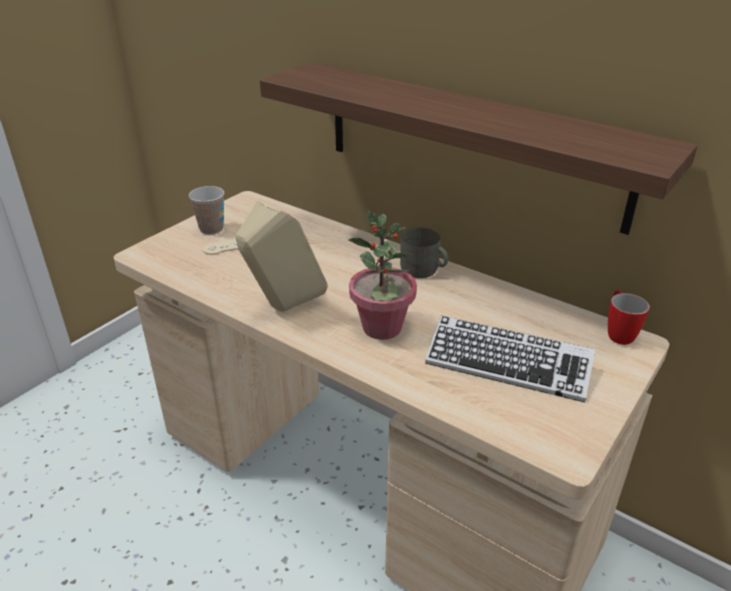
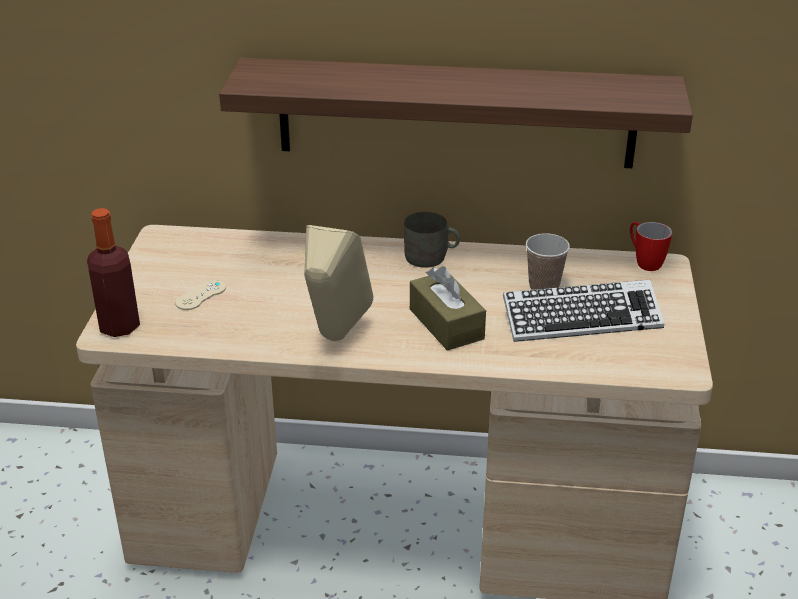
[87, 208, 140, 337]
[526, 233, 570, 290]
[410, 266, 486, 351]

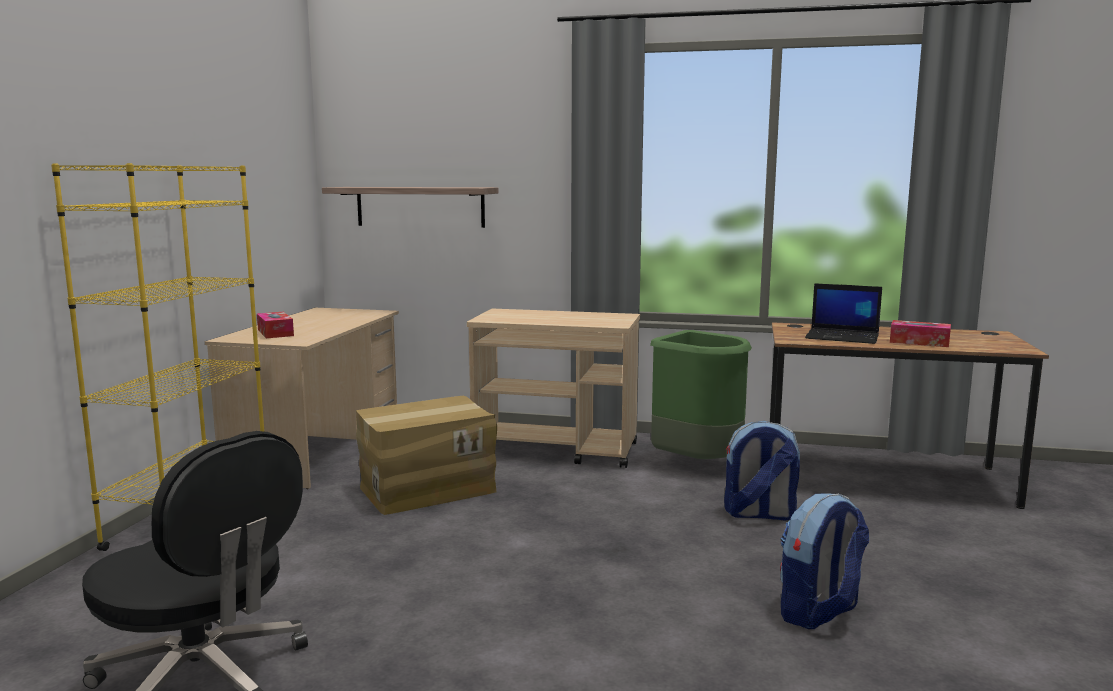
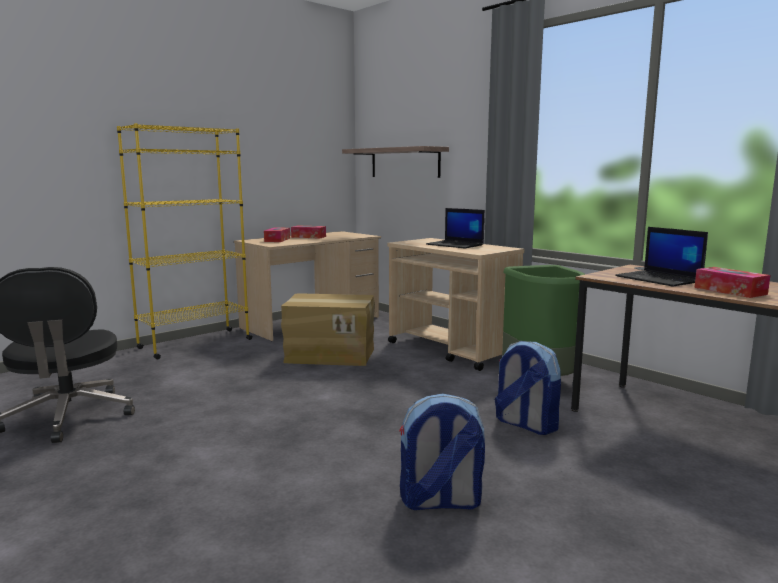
[291, 225, 326, 238]
[426, 208, 485, 249]

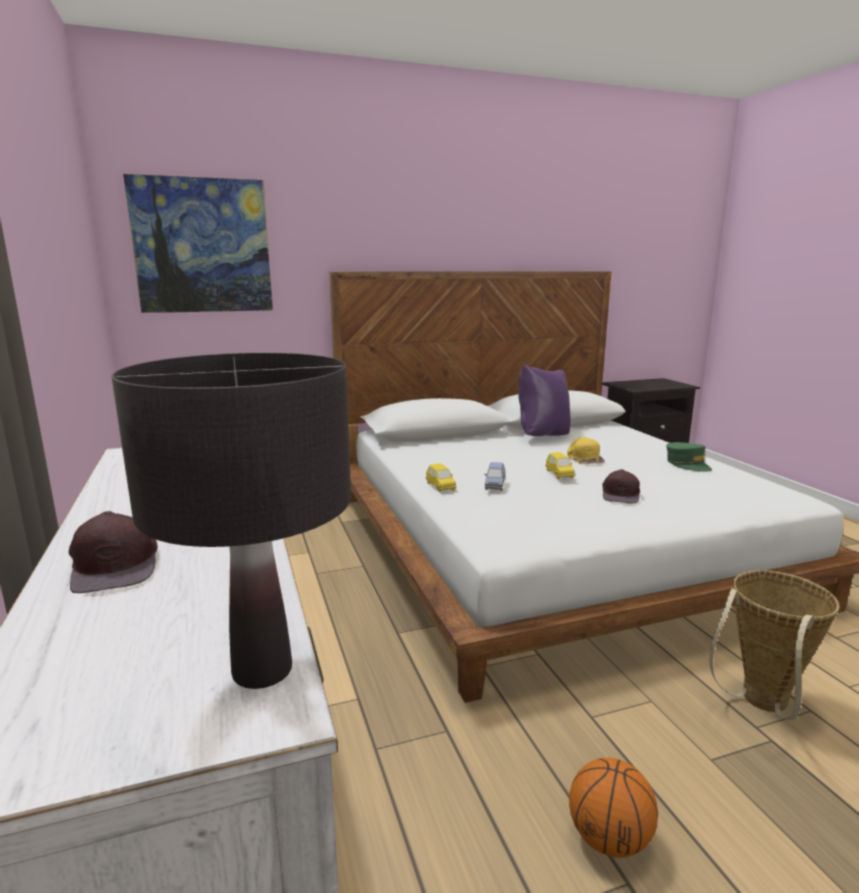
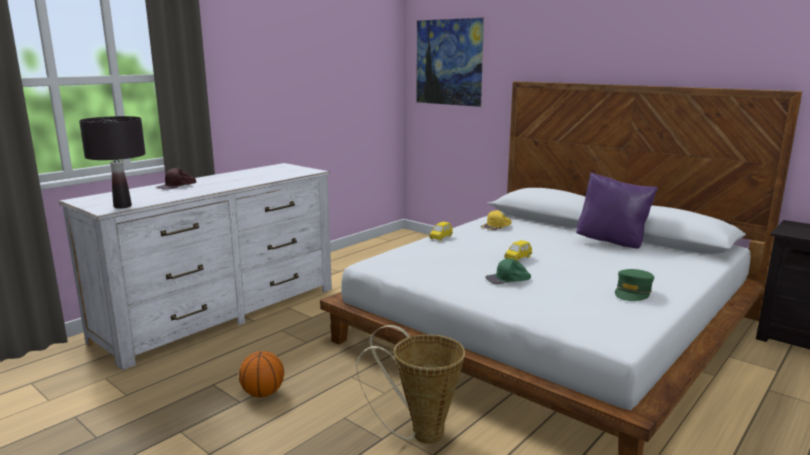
[484, 462, 505, 491] (first image)
[481, 210, 512, 230]
[485, 259, 531, 284]

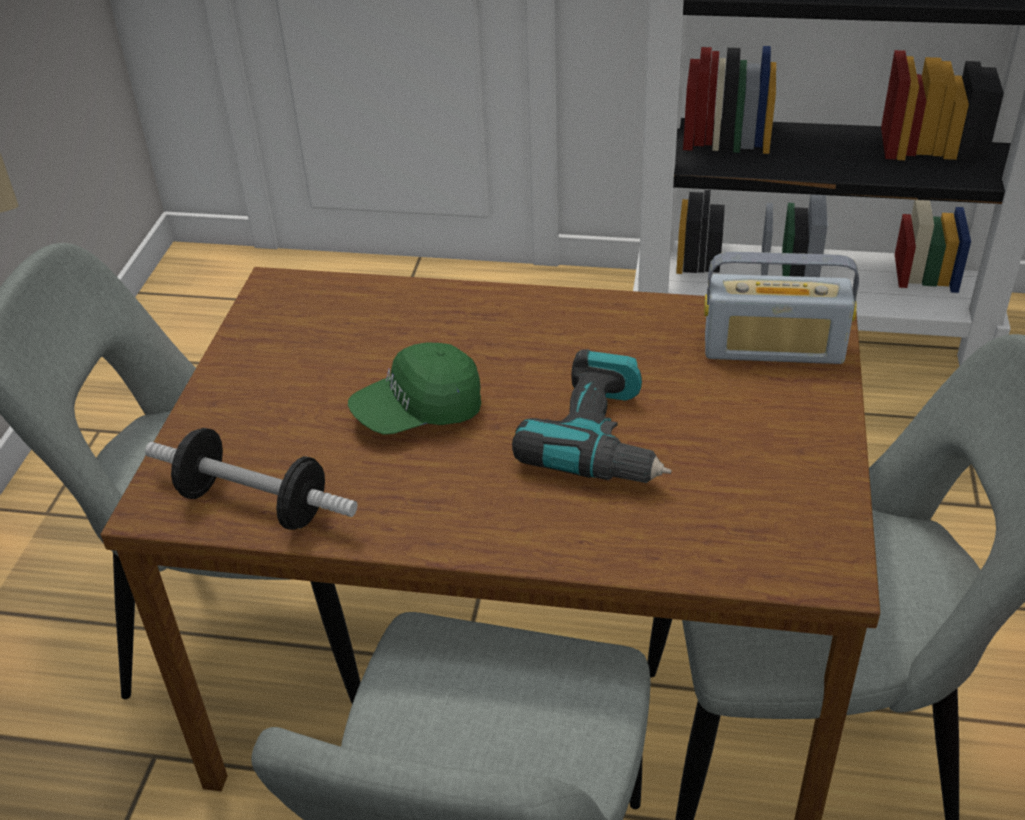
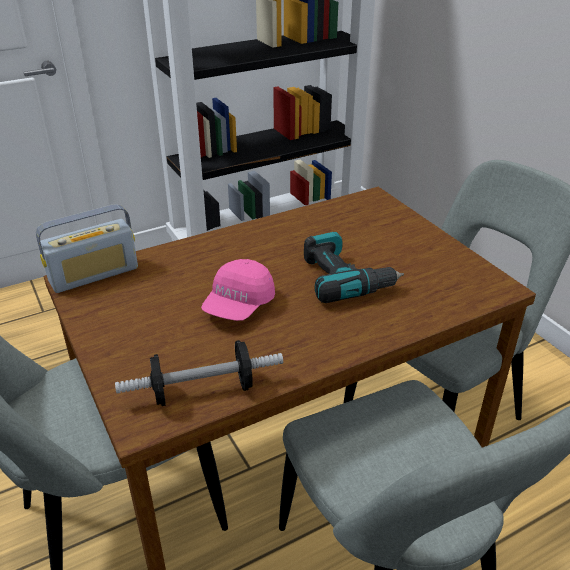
[36, 204, 138, 293]
[201, 259, 275, 321]

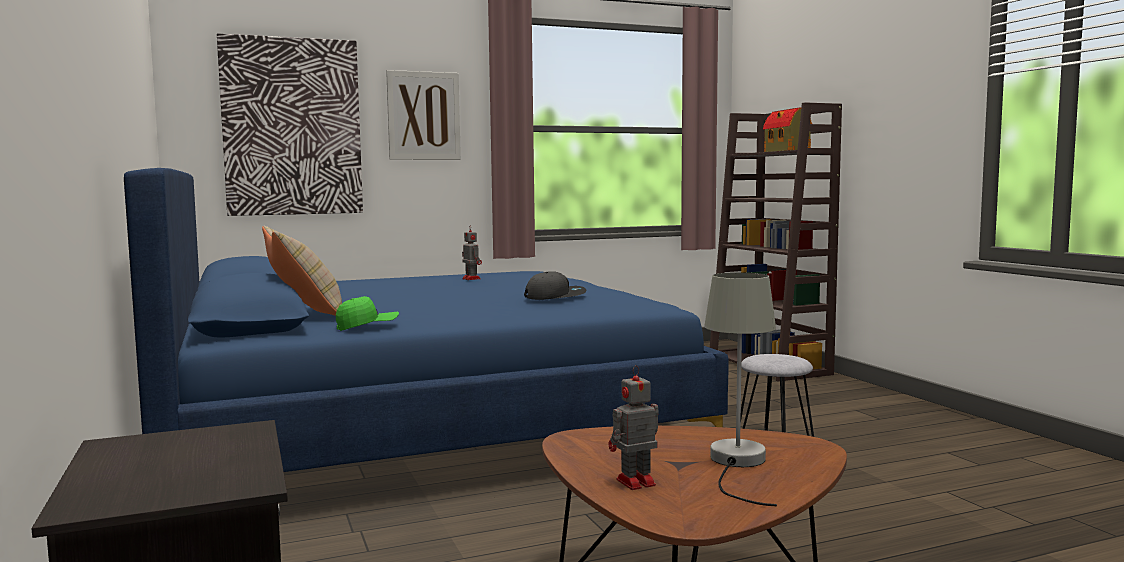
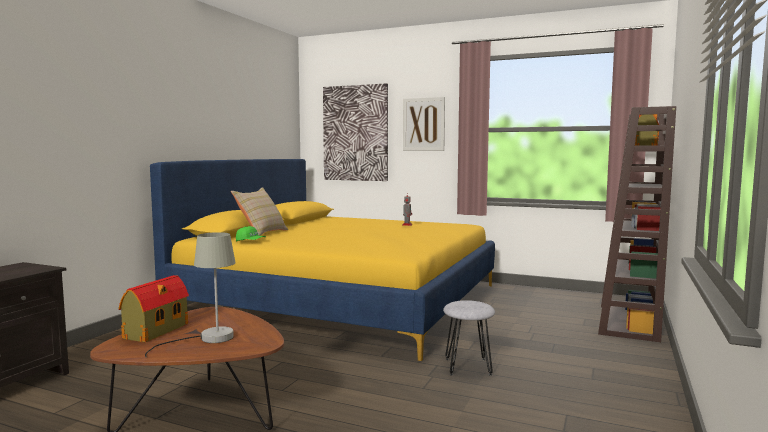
[524, 271, 586, 300] (first image)
[119, 275, 189, 342]
[150, 159, 495, 361]

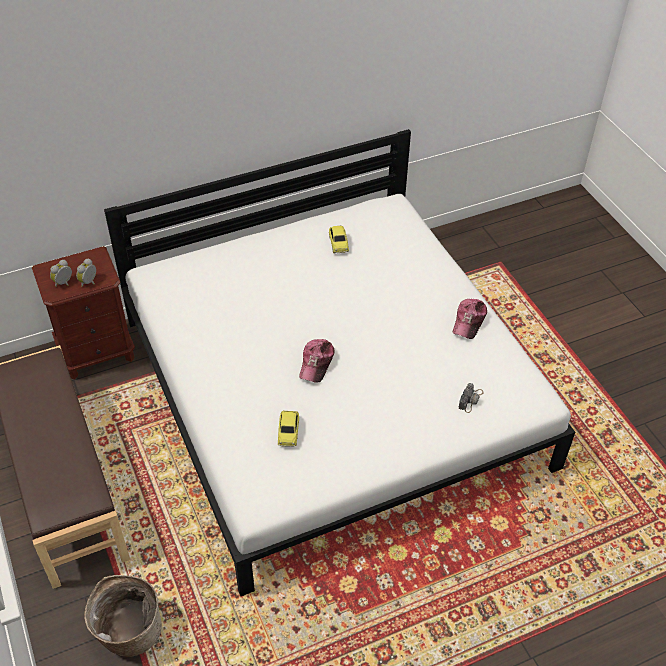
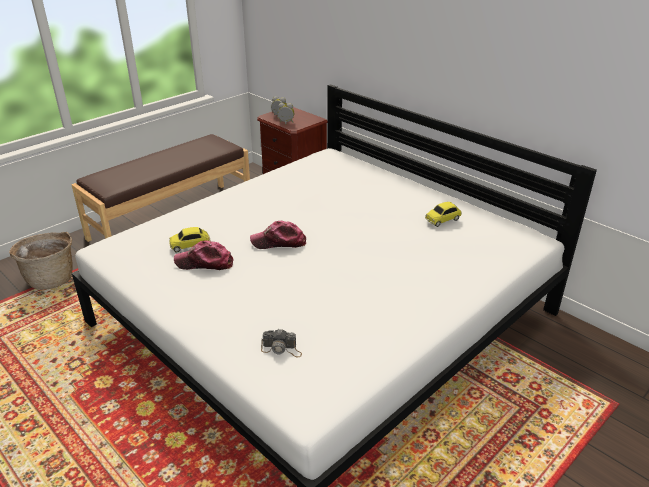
[174, 240, 233, 270]

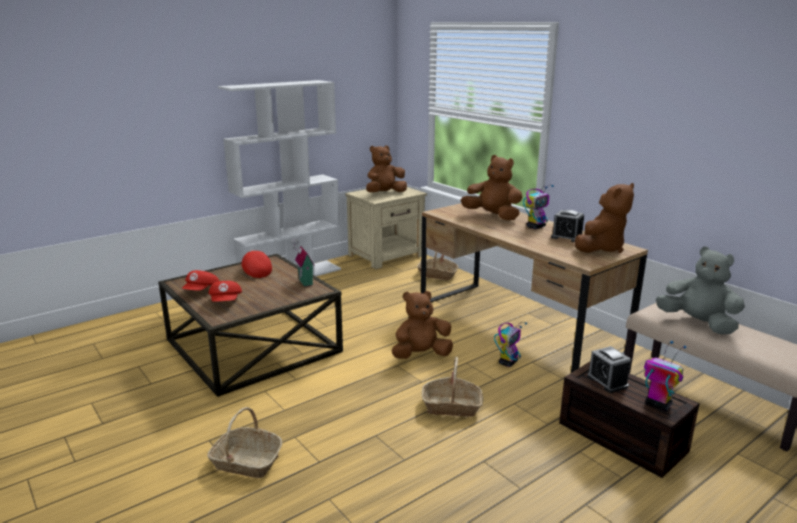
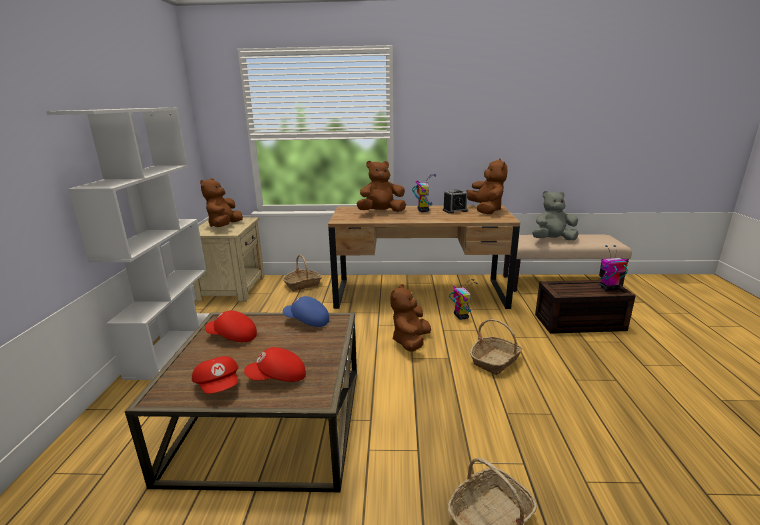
[587, 346, 631, 393] (first image)
[283, 296, 329, 327]
[244, 347, 306, 382]

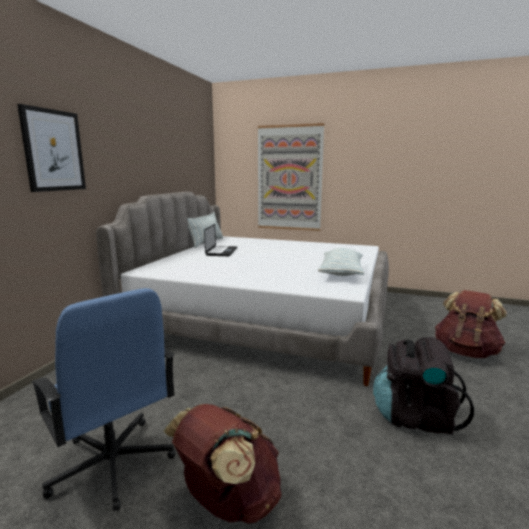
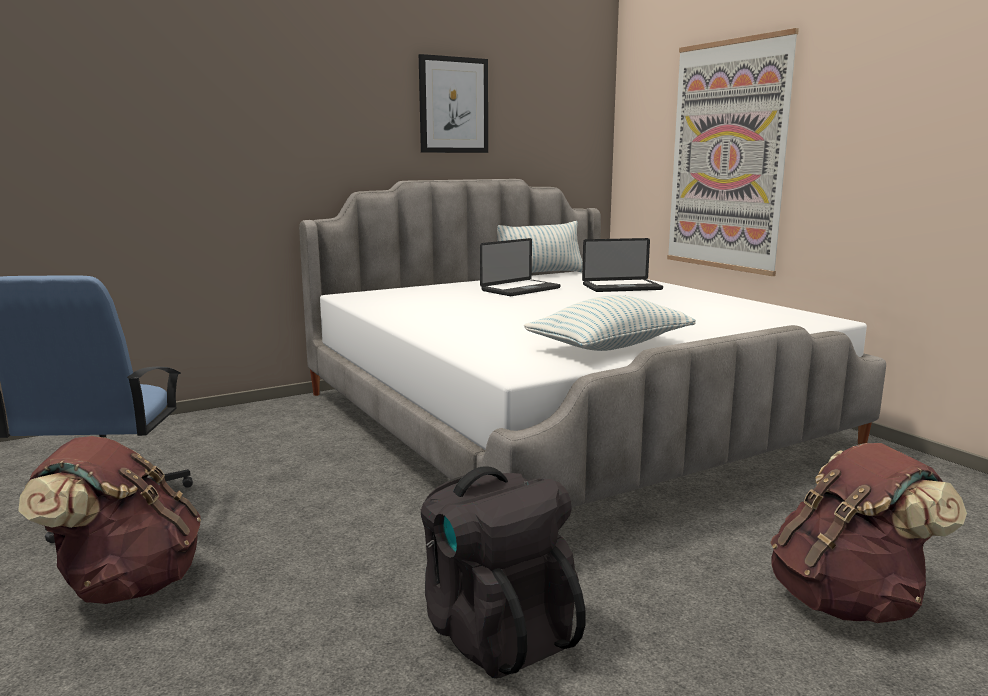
[582, 238, 663, 292]
[419, 54, 488, 153]

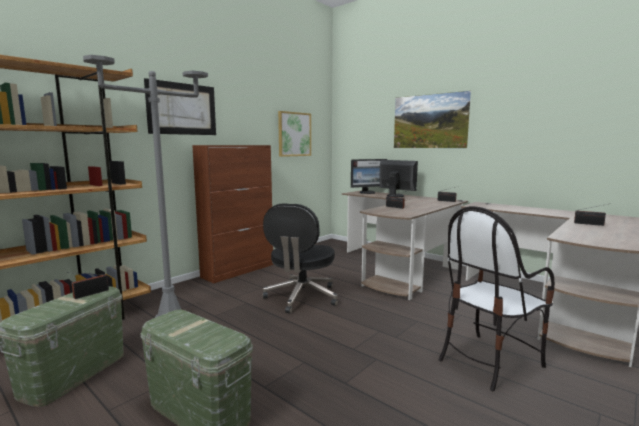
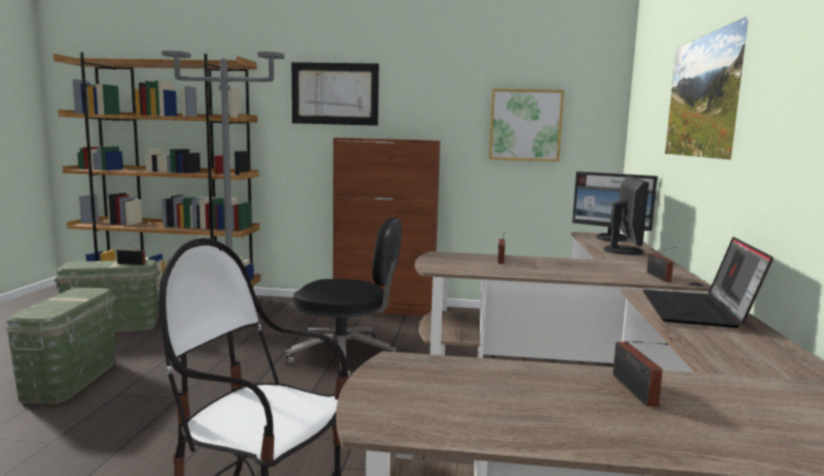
[643, 237, 773, 328]
[285, 217, 402, 377]

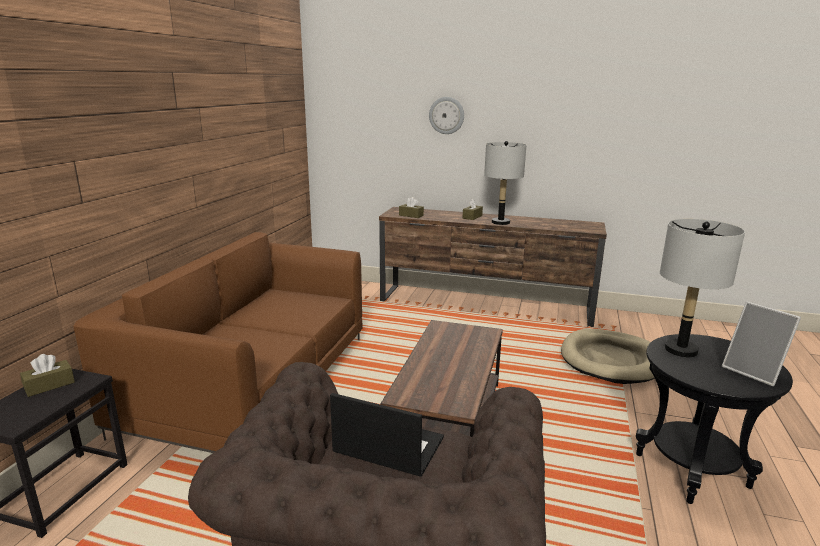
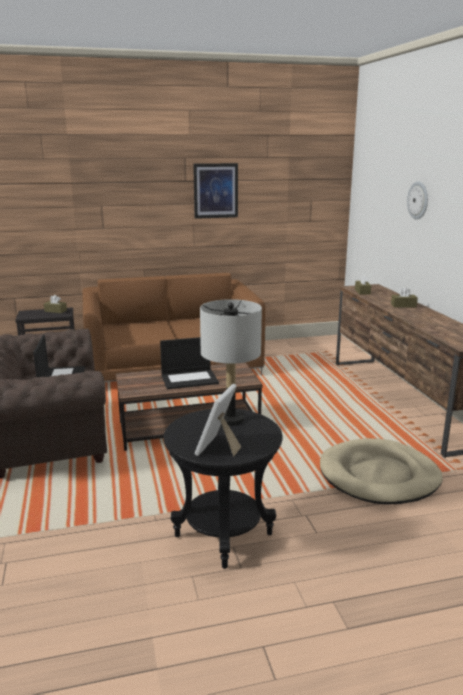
[484, 141, 526, 225] (first image)
[160, 337, 219, 389]
[193, 163, 238, 219]

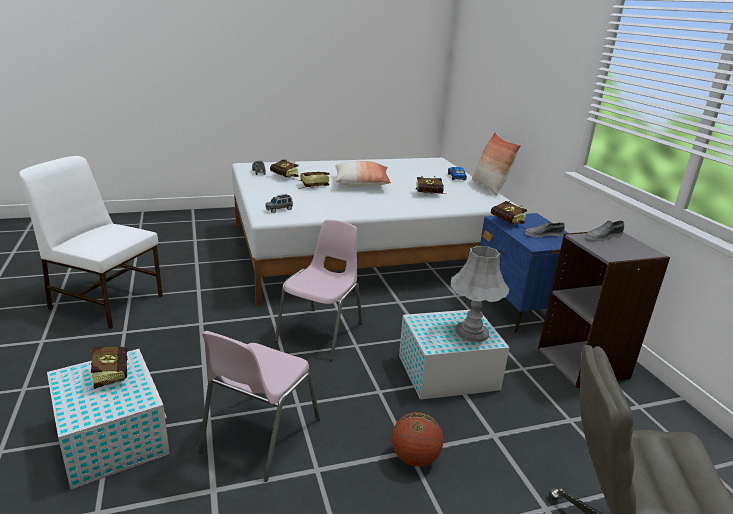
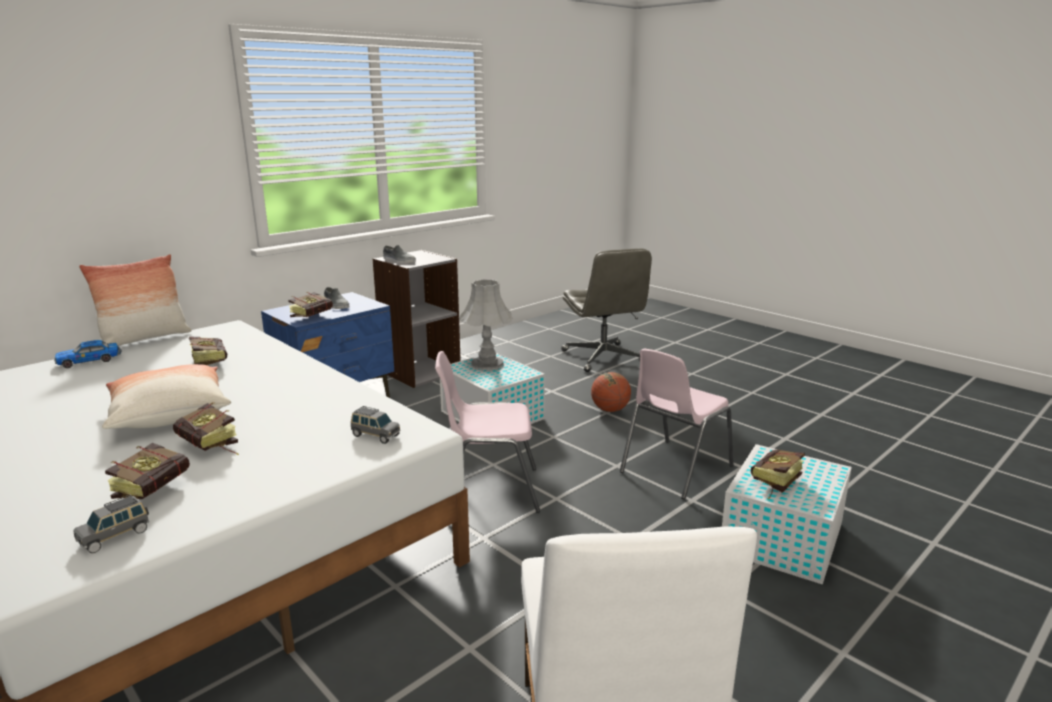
[620, 349, 734, 499]

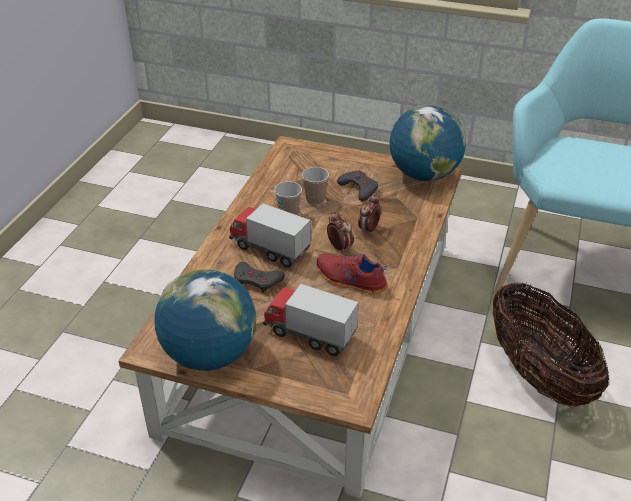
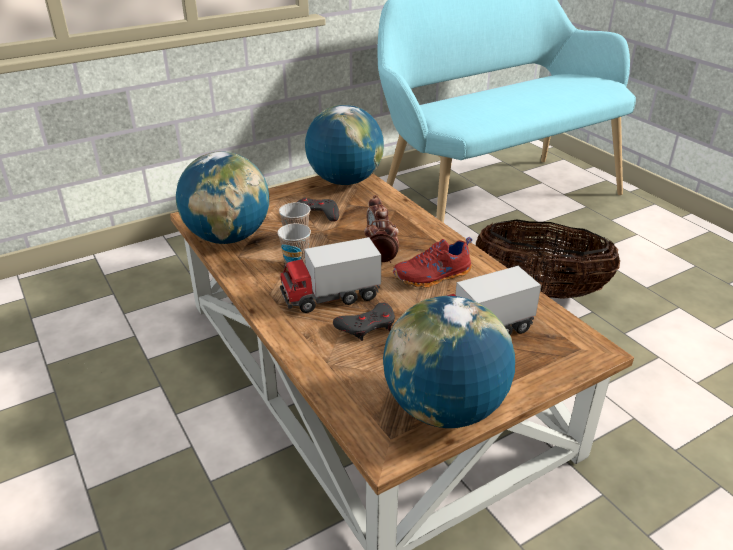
[176, 151, 269, 244]

